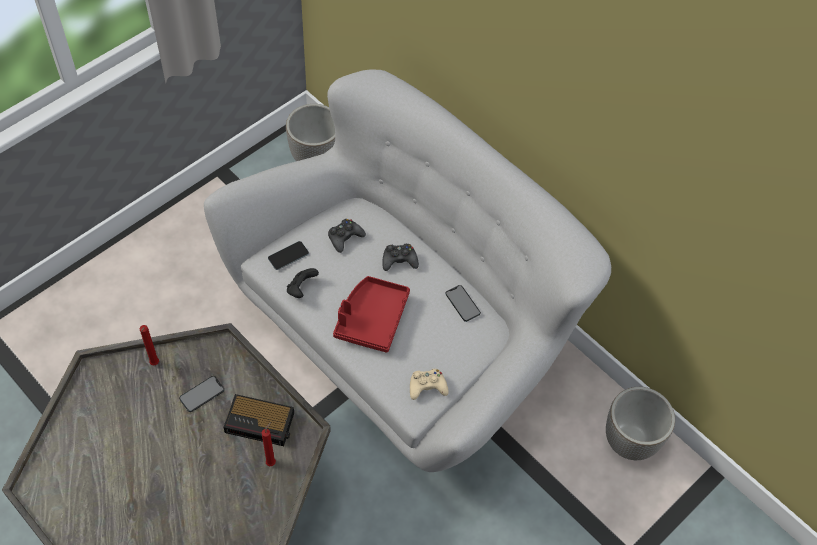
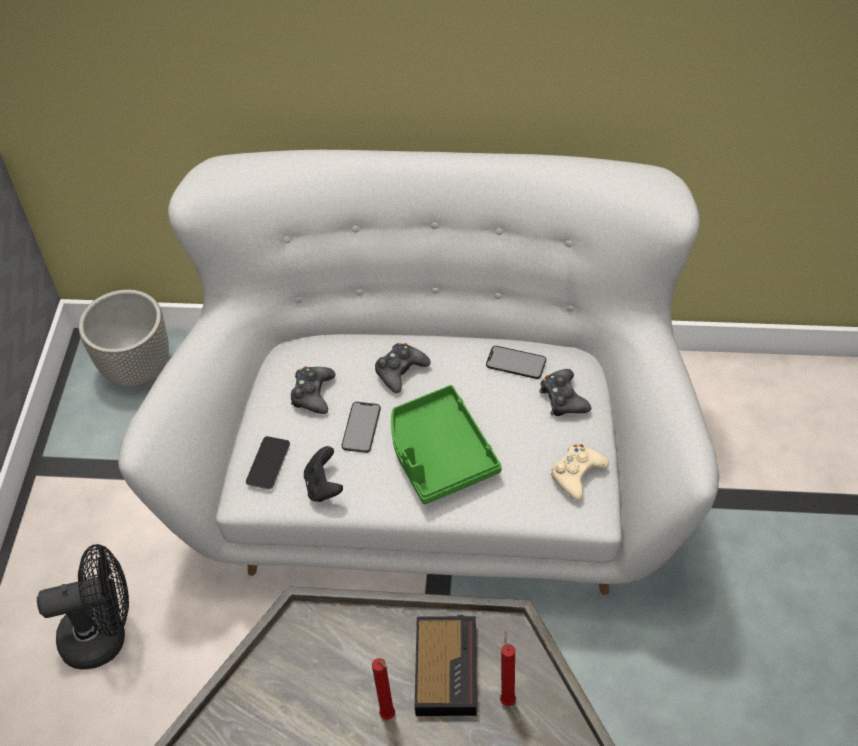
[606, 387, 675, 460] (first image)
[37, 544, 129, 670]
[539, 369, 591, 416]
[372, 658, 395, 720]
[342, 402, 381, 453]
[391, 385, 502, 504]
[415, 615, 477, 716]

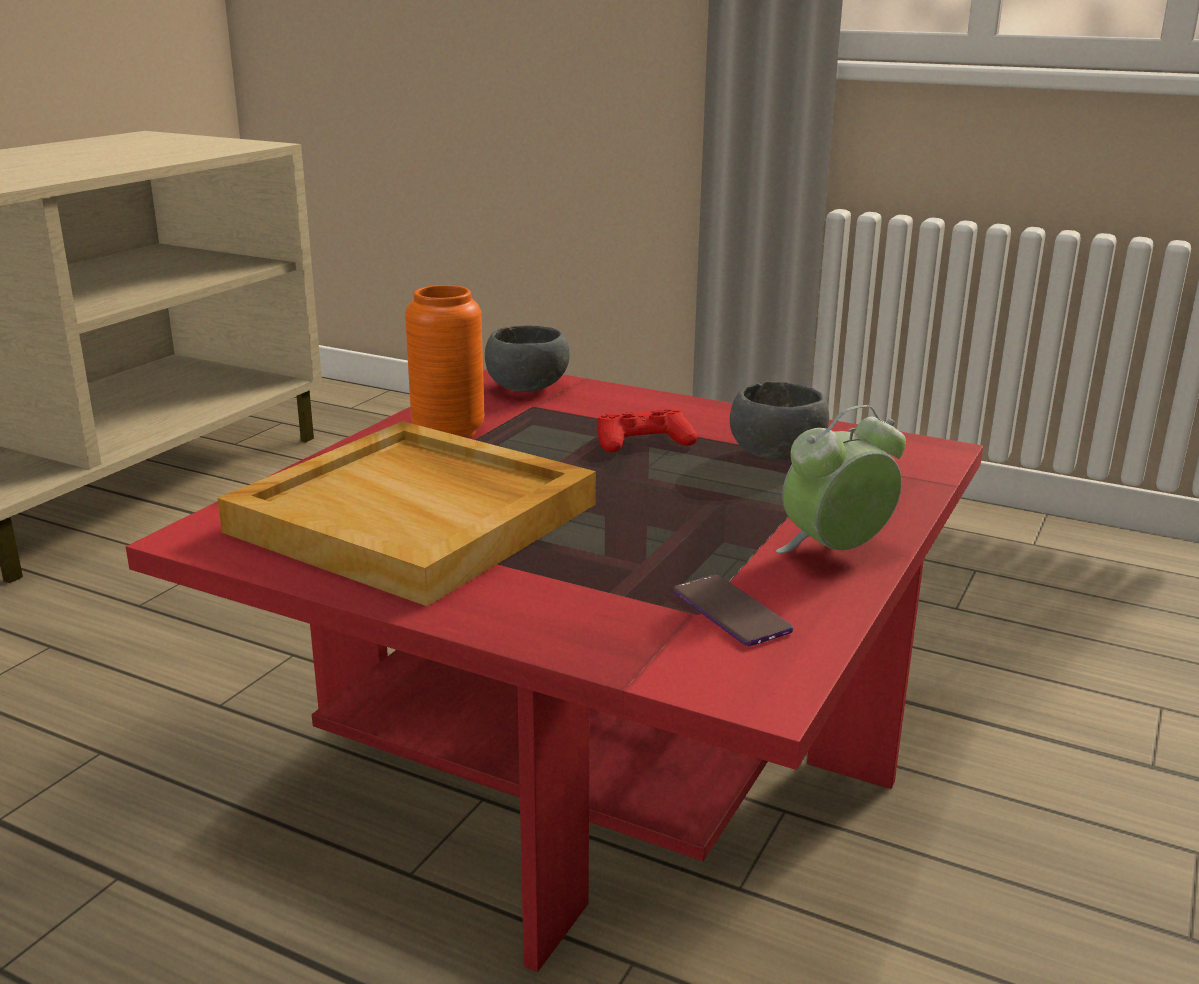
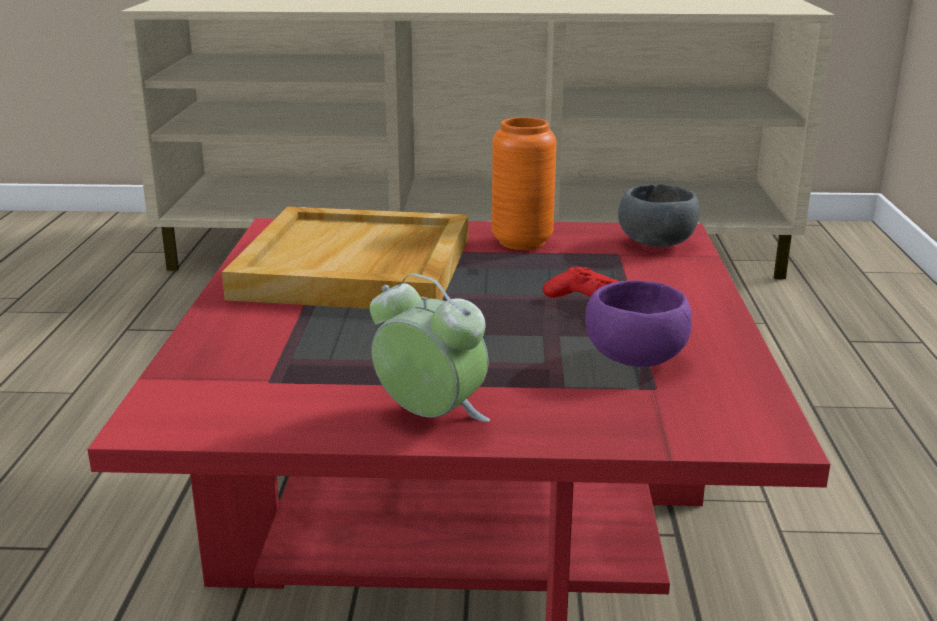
[673, 575, 793, 646] (first image)
[585, 281, 692, 367]

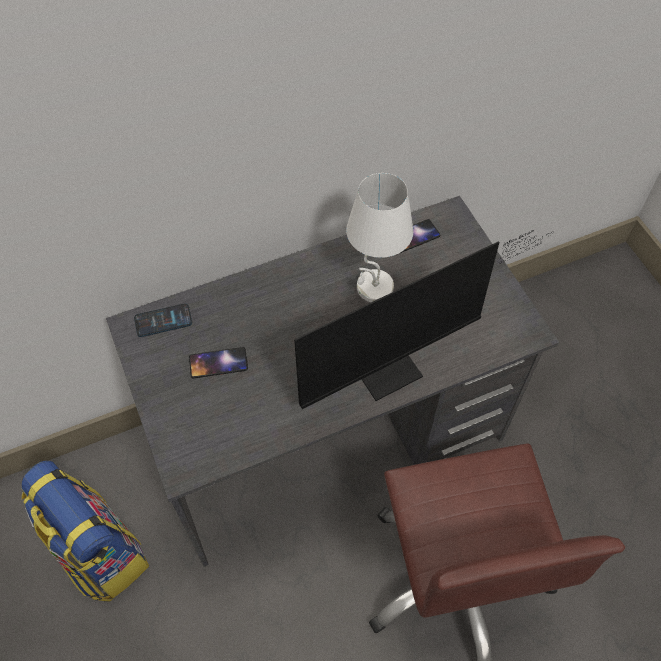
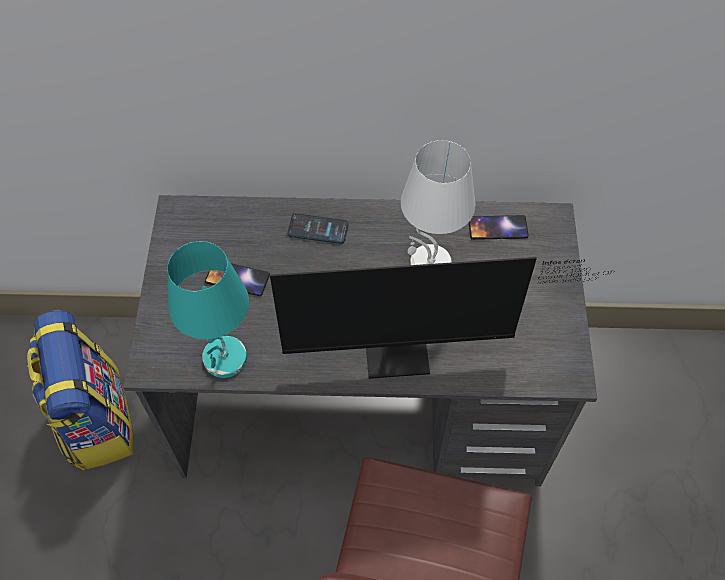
[167, 241, 249, 378]
[287, 213, 348, 244]

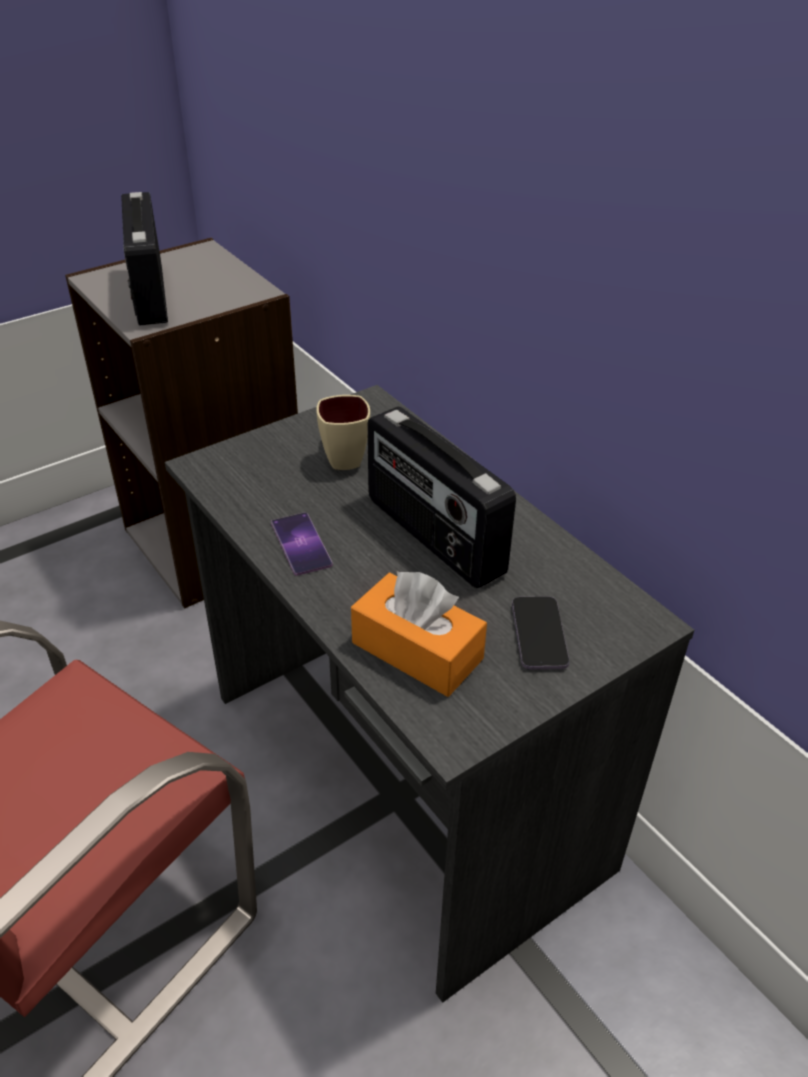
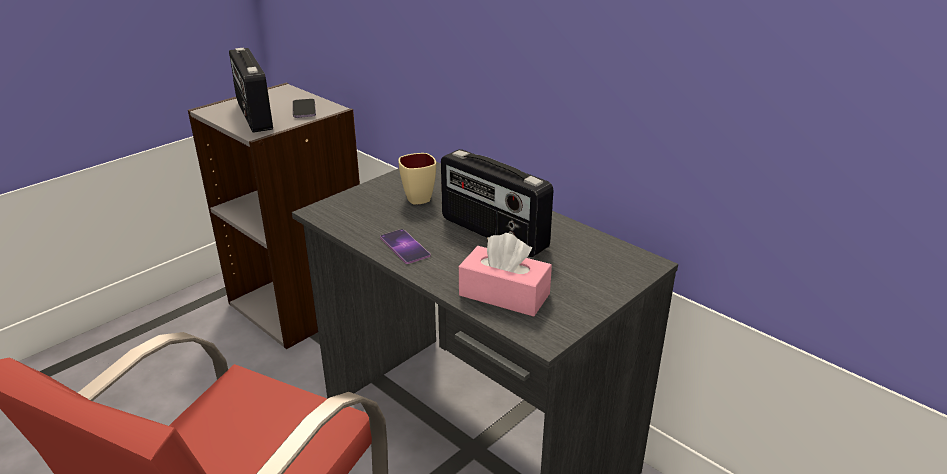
[293, 99, 316, 118]
[459, 233, 552, 317]

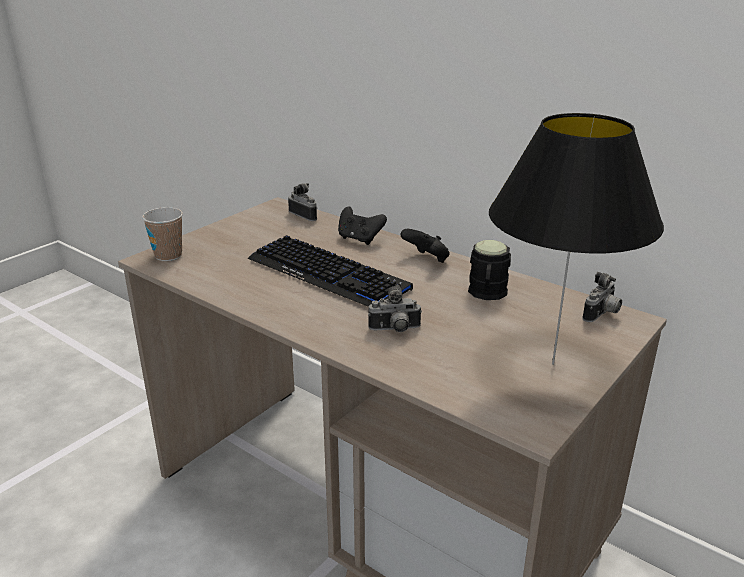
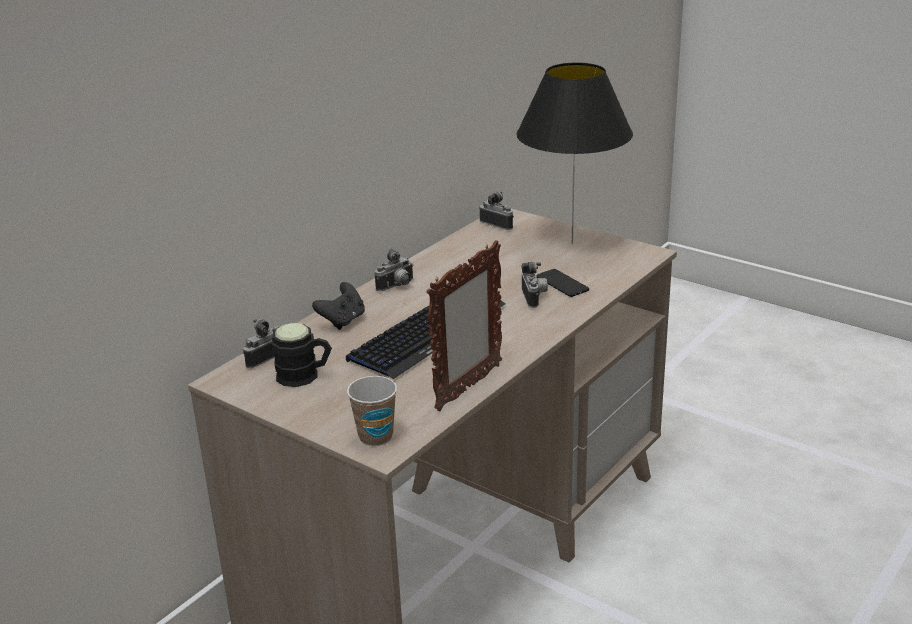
[426, 240, 502, 411]
[537, 269, 589, 297]
[272, 323, 332, 387]
[375, 249, 414, 291]

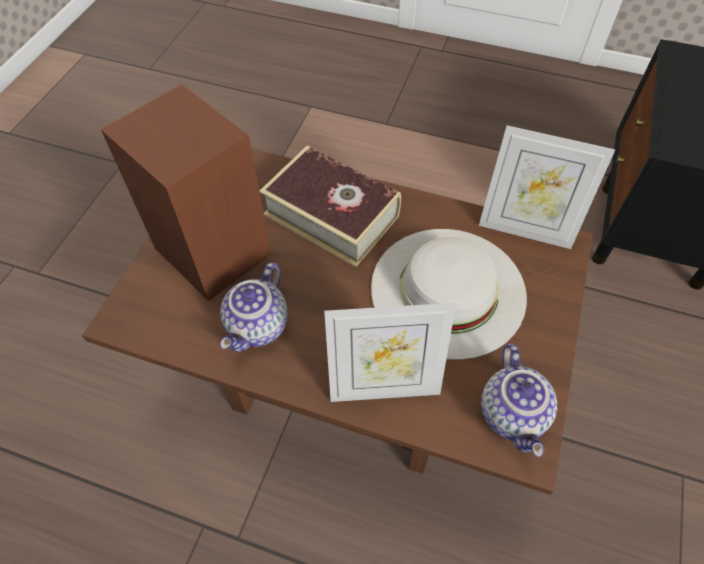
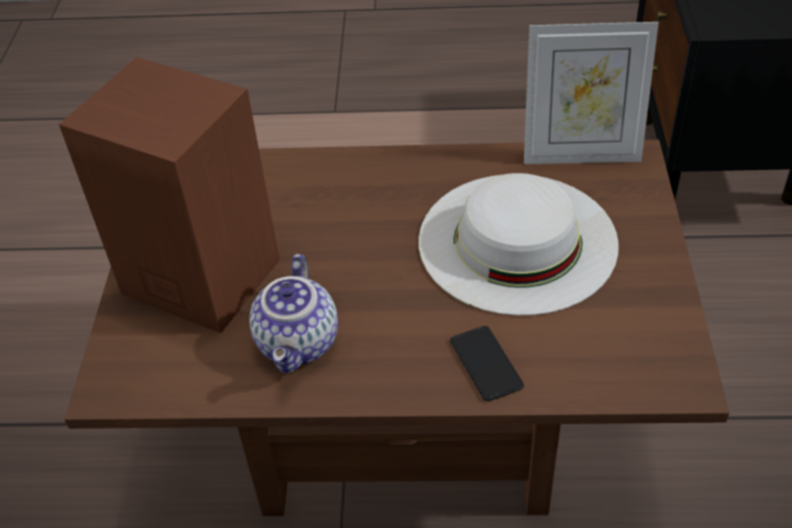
[260, 146, 401, 267] (first image)
[481, 344, 557, 457] (first image)
[450, 326, 524, 401]

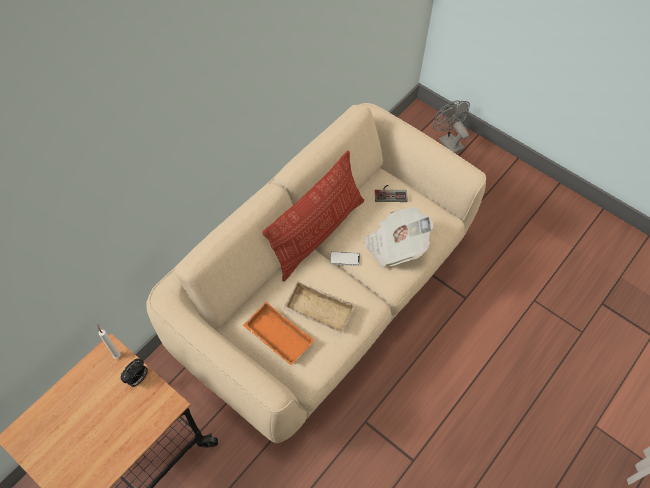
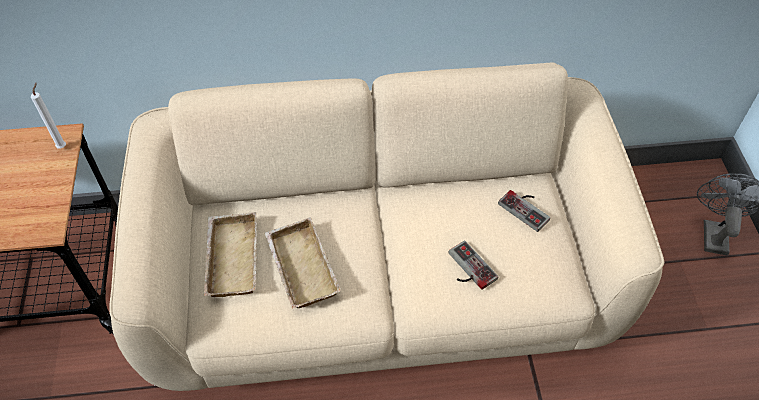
[121, 359, 148, 387] (first image)
[262, 150, 364, 281] (first image)
[330, 251, 360, 266] (first image)
[449, 241, 498, 290]
[204, 212, 257, 297]

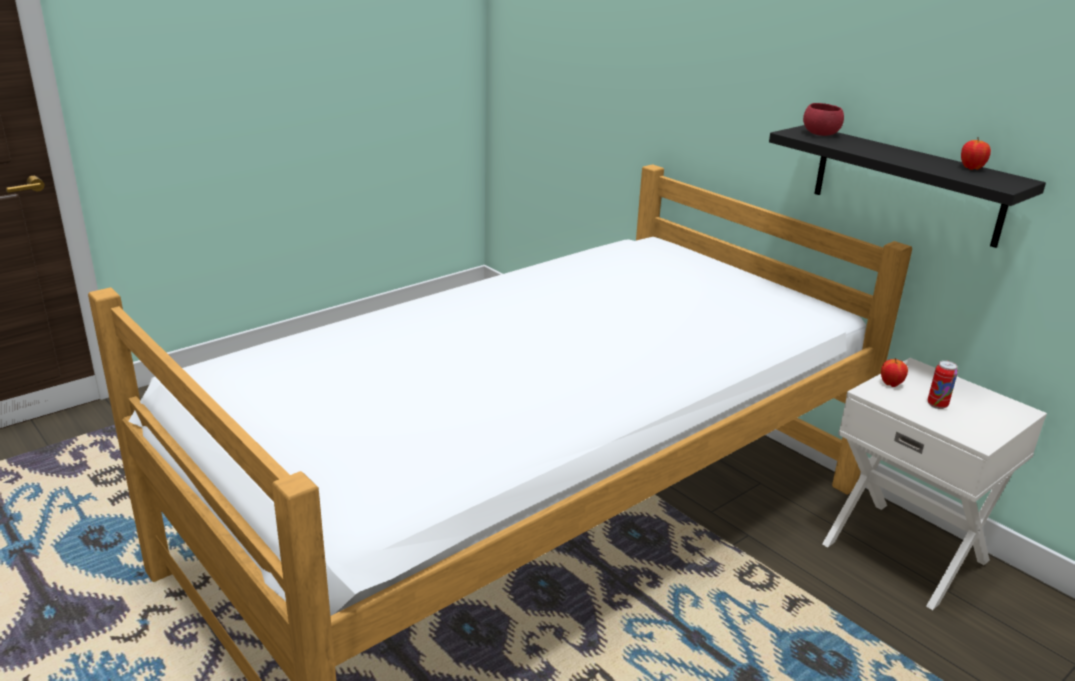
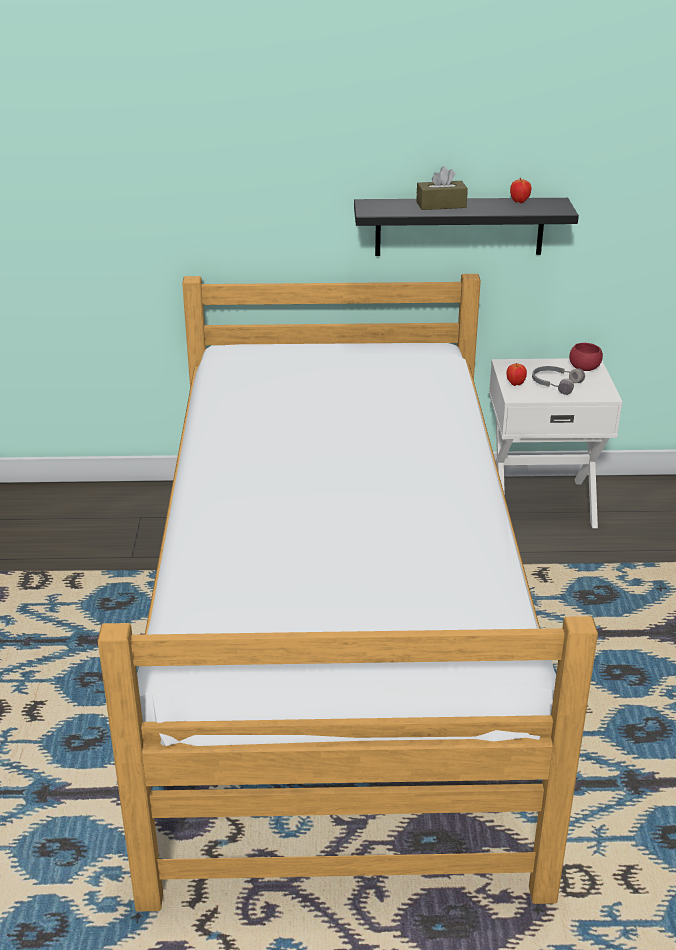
[416, 166, 468, 210]
[569, 343, 603, 371]
[532, 366, 585, 395]

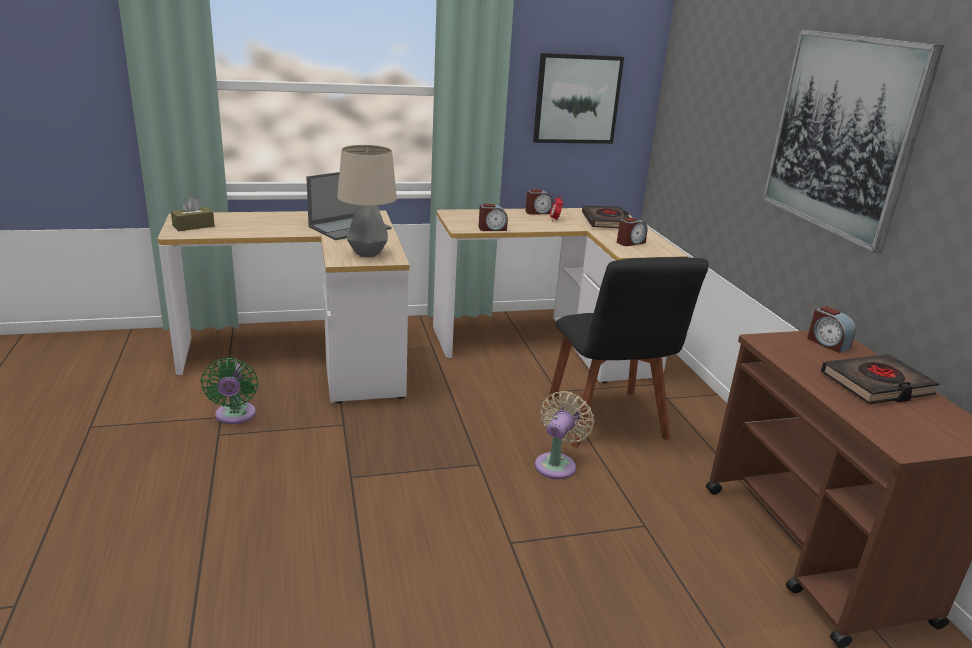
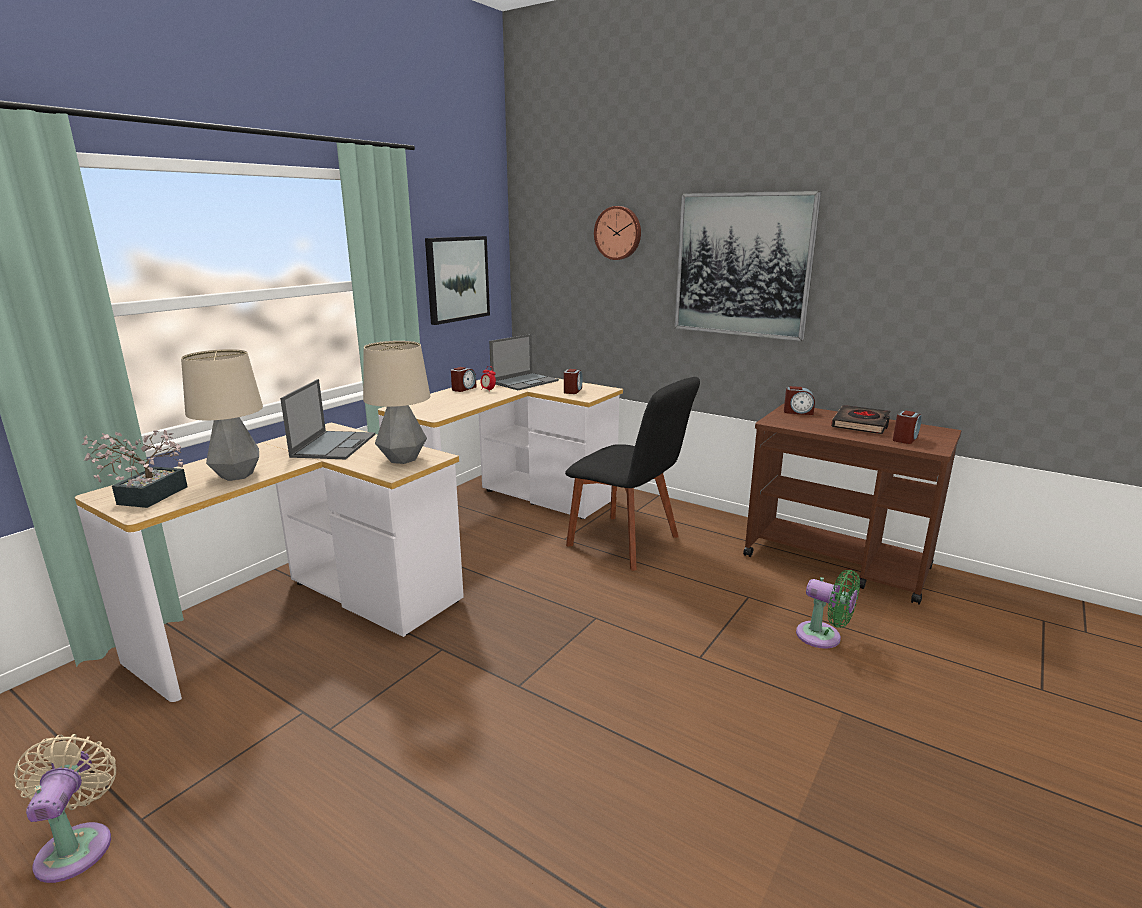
[181, 349, 263, 481]
[594, 206, 641, 260]
[796, 570, 860, 648]
[893, 411, 922, 444]
[14, 734, 116, 883]
[82, 430, 188, 508]
[489, 334, 559, 390]

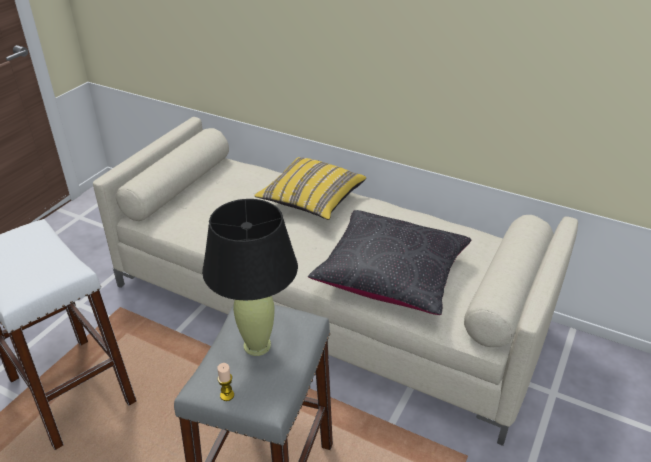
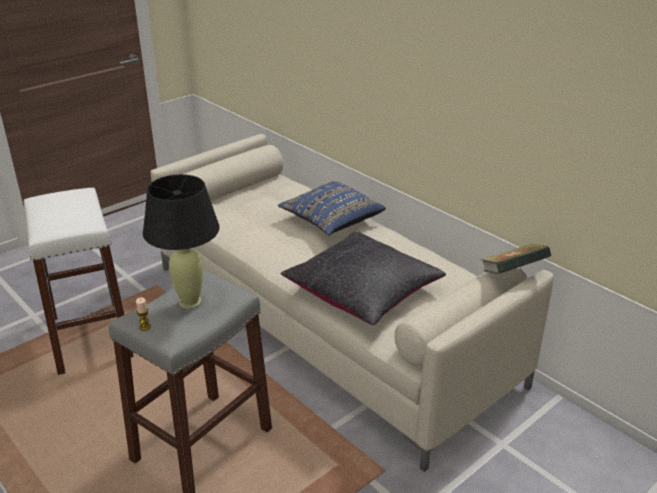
[480, 244, 551, 274]
[278, 181, 386, 235]

